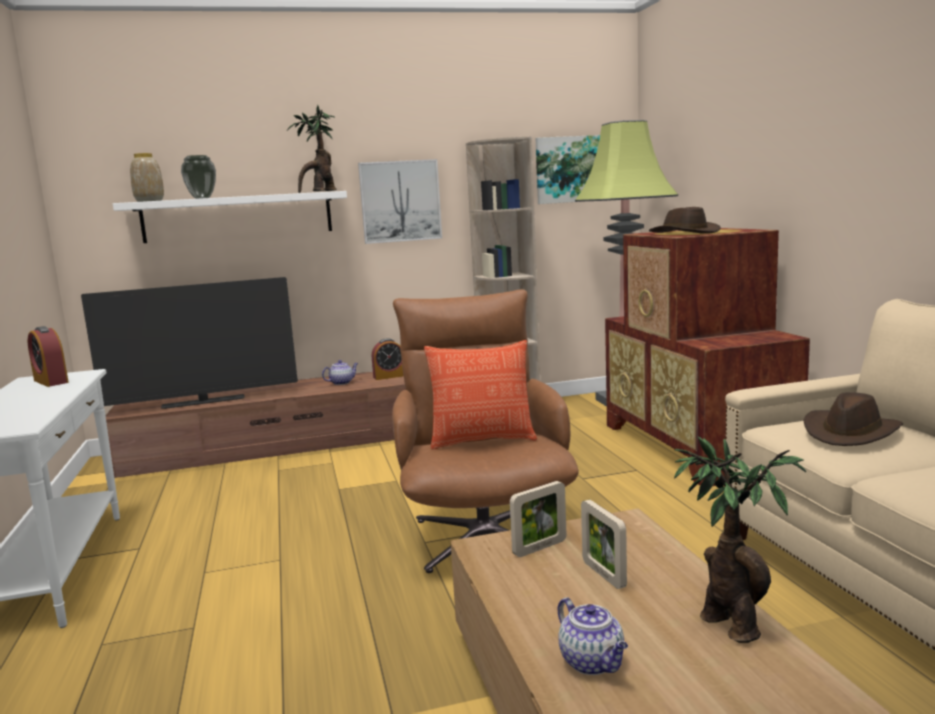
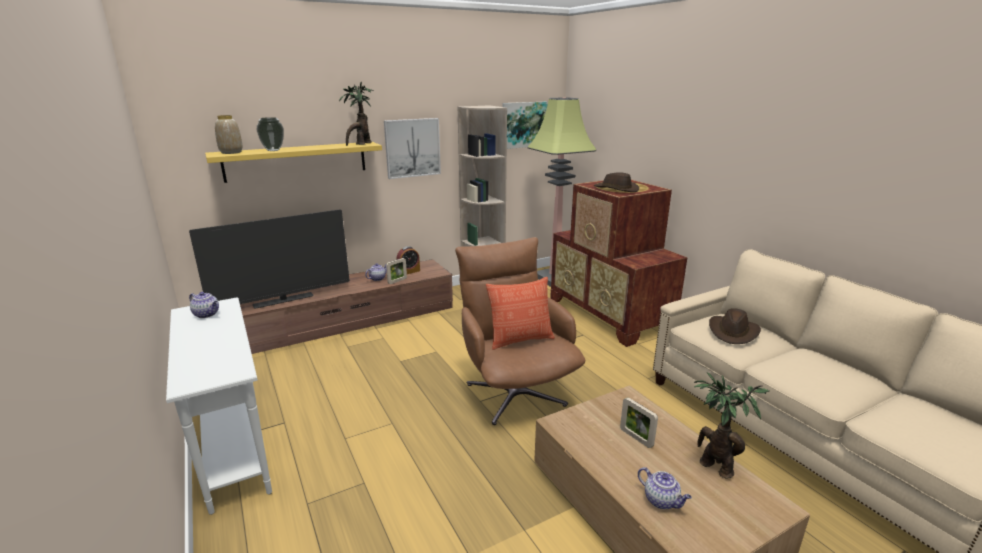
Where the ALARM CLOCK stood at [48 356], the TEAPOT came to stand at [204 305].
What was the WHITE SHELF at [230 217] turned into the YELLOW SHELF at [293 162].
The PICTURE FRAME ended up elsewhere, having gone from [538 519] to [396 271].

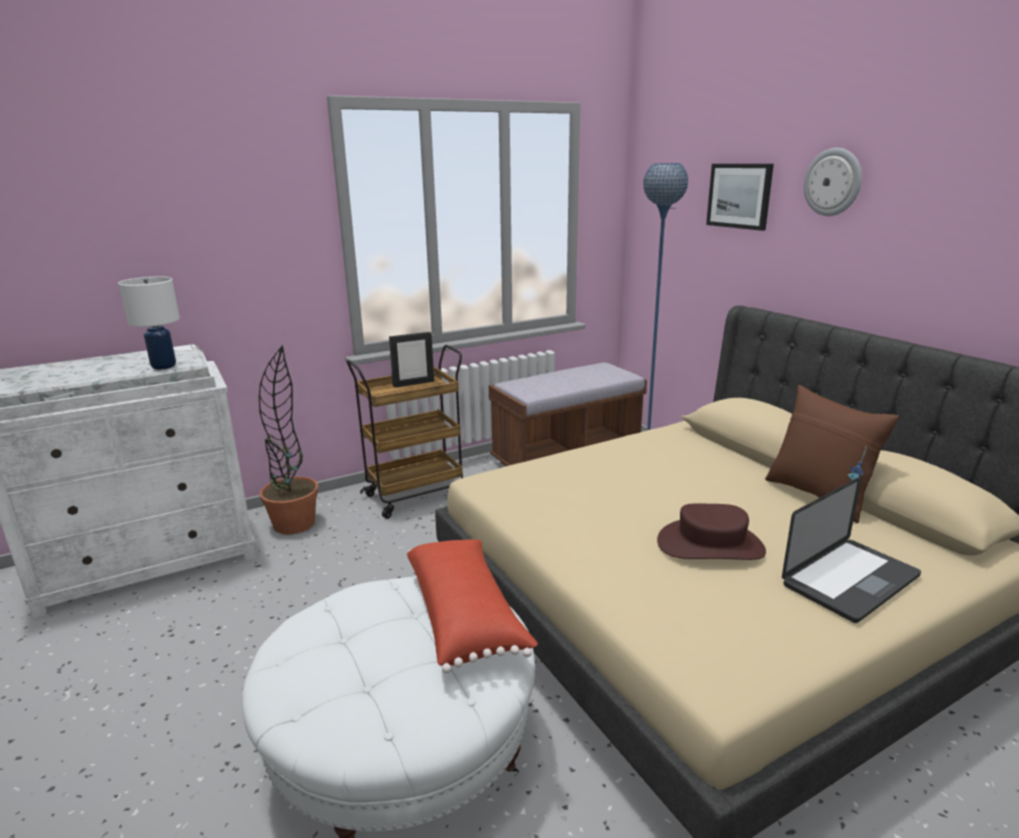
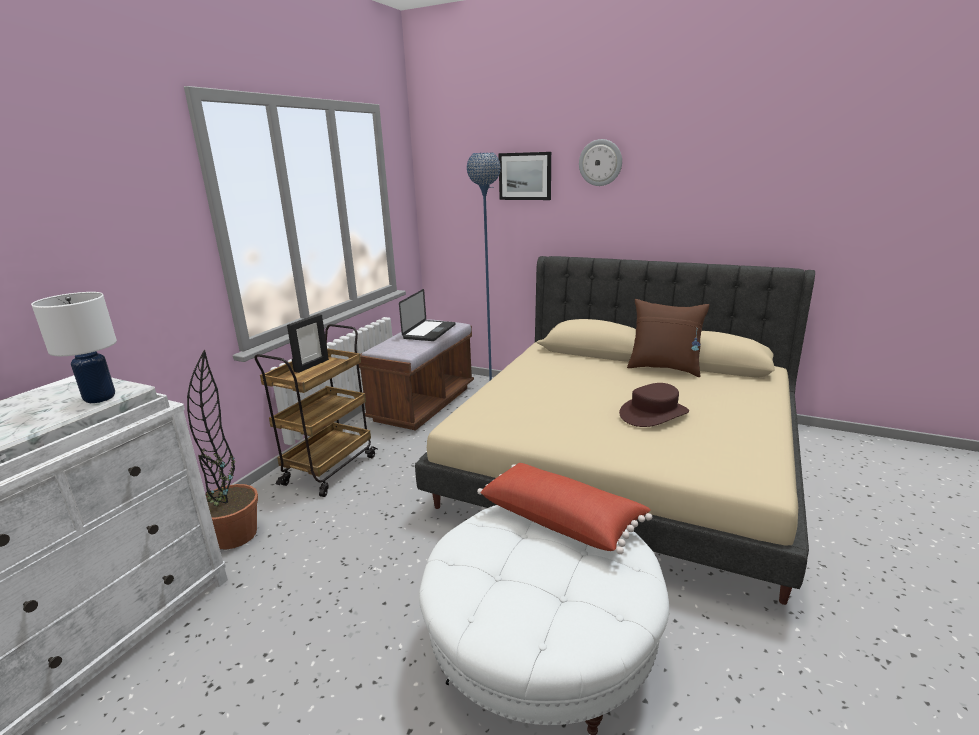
The LAPTOP ended up elsewhere, having gone from [851 550] to [427 315].

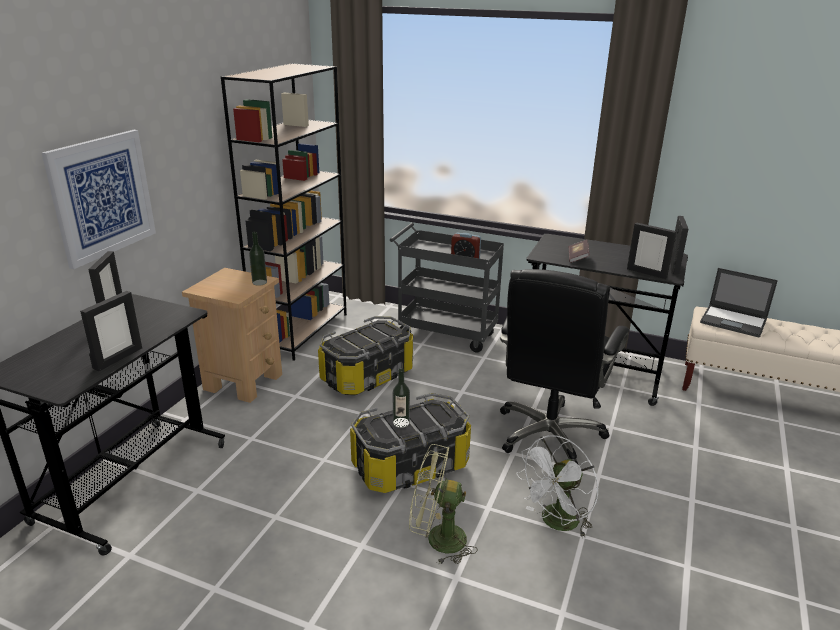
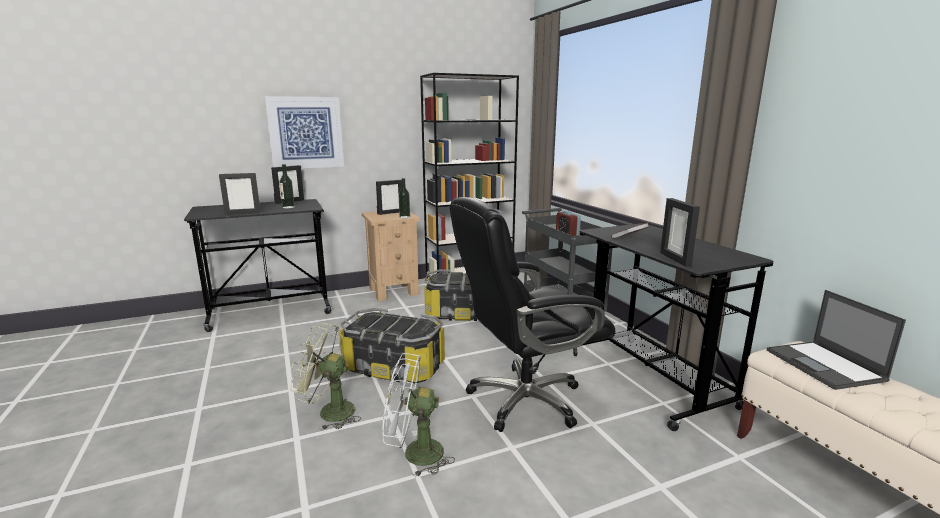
The BOTTLE ended up elsewhere, having gone from [401 398] to [287 186].
The GREEN FAN at [443 504] ended up facing another way, 45 degrees counterclockwise from before.
The PICTURE FRAME ended up elsewhere, having gone from [679 245] to [389 197].

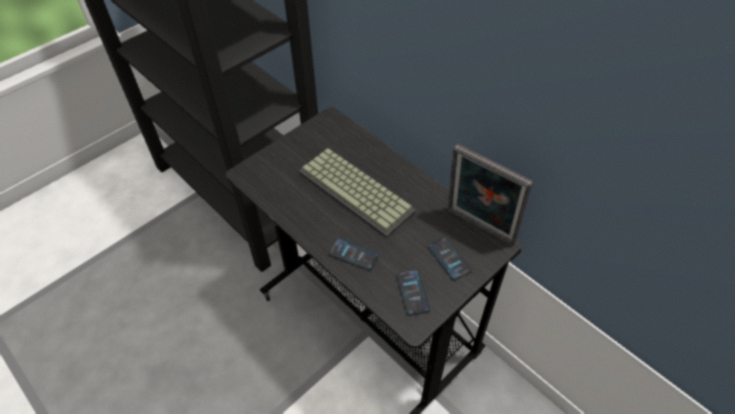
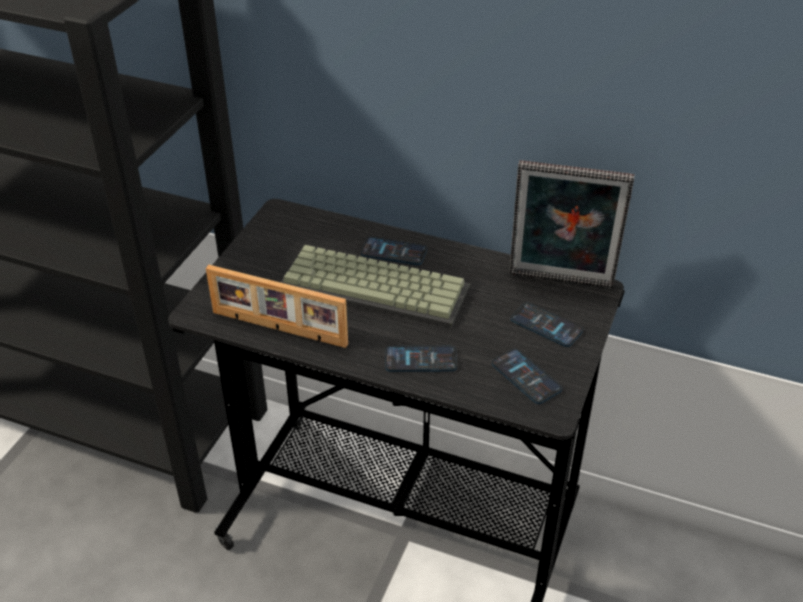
The second view gained the PICTURE FRAME at [277 306].
The second view gained the PHONE at [394 251].

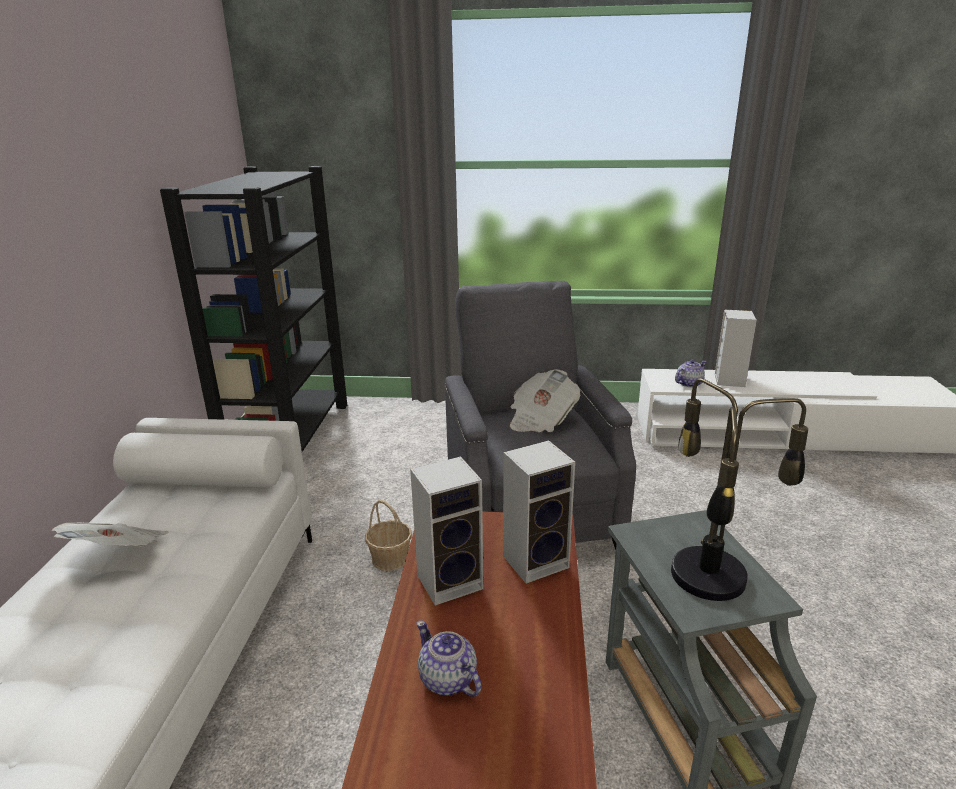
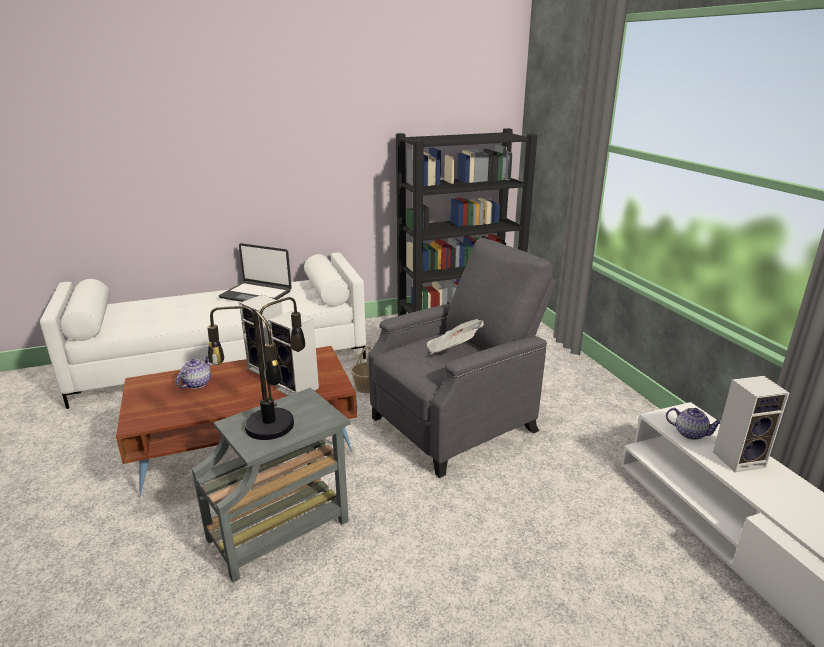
Where the NEWSPAPER stood at [110 534], the LAPTOP came to stand at [255 272].

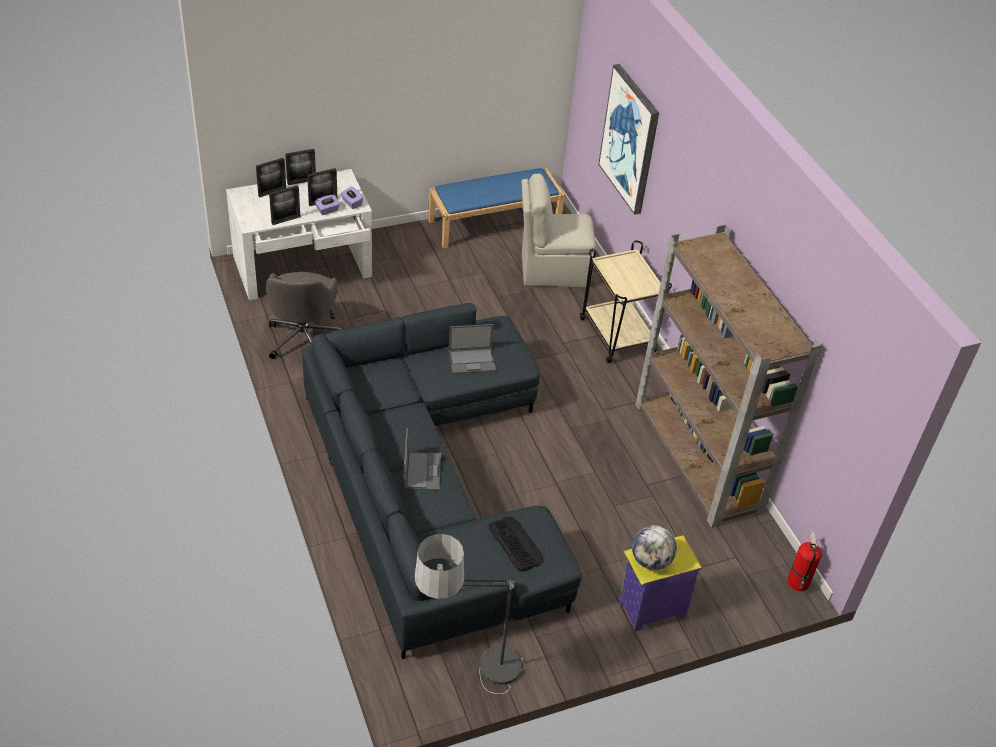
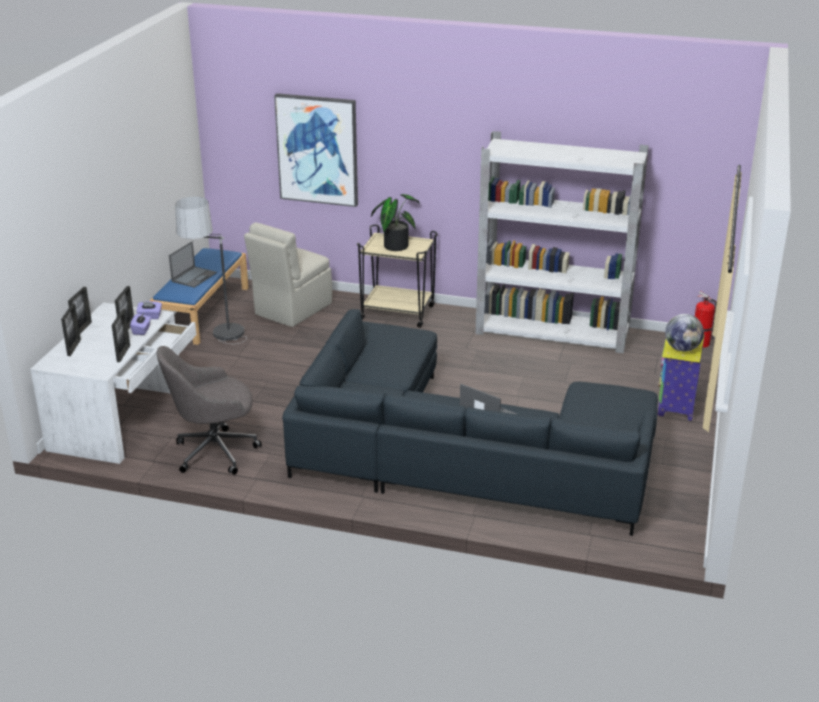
The GREY OFFICE CHAIR at [304 315] ended up facing another way, 120 degrees clockwise from before.
The LAPTOP ended up elsewhere, having gone from [472 349] to [193 264].
The FLOOR LAMP ended up elsewhere, having gone from [469 614] to [211 270].
The second view gained the POTTED PLANT at [395 222].
What was the BROWN BOOKCASE at [728 376] turned into the WHITE BOOKCASE at [562 242].
The second view lost the KEYBOARD at [516 544].

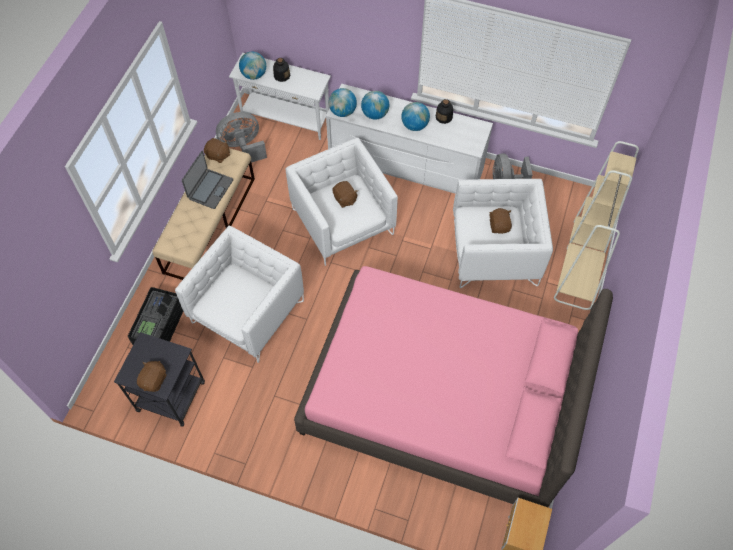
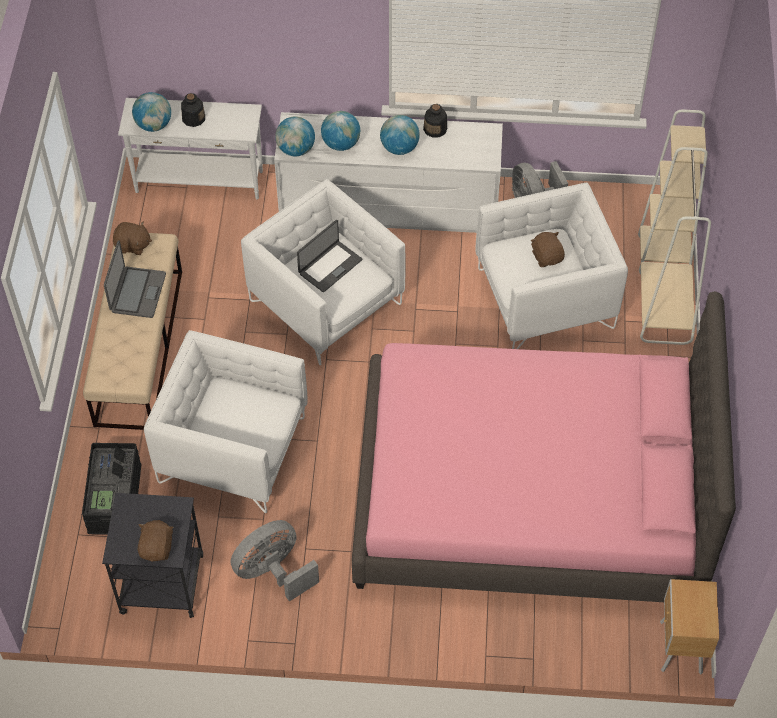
The WHITE ARMCHAIR at [239 294] ended up facing another way, 90 degrees counterclockwise from before.
The GREY FAN ended up elsewhere, having gone from [241 137] to [275 561].
Where the BROWN PLUSH TOY stood at [345 194], the LAPTOP came to stand at [329 256].

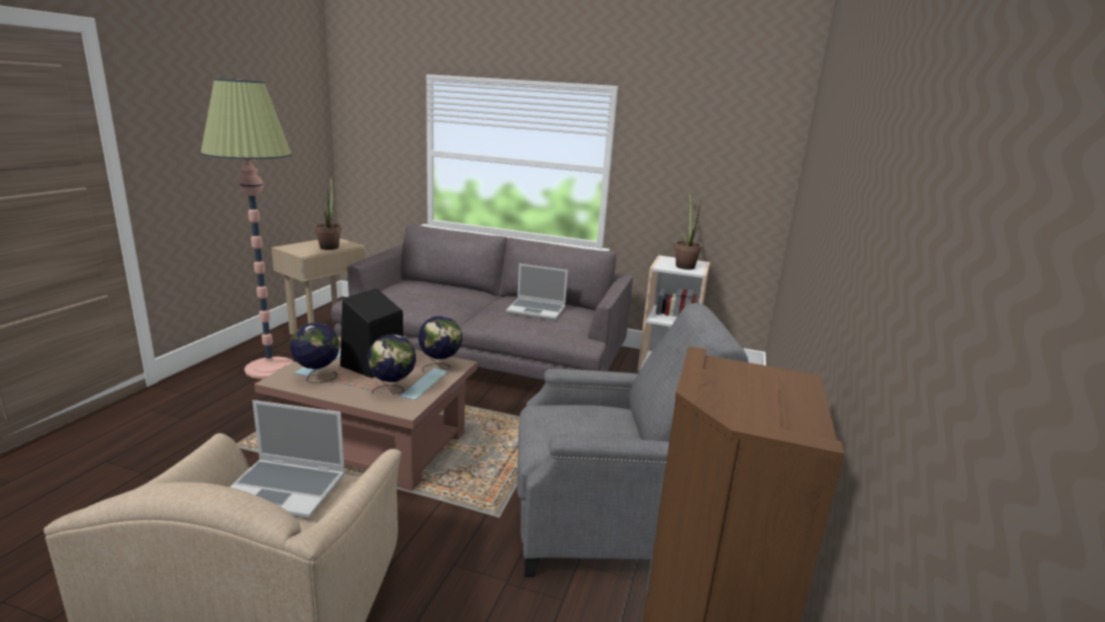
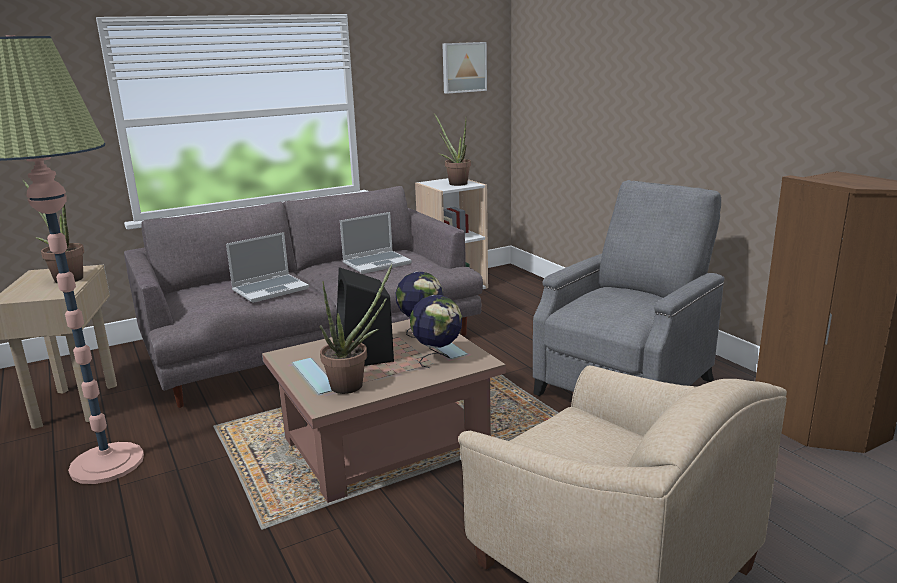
The LAPTOP ended up elsewhere, having gone from [287 459] to [267 267].
Where the GLOBE stood at [315 352], the POTTED PLANT came to stand at [355 329].
The second view gained the PICTURE at [464 68].

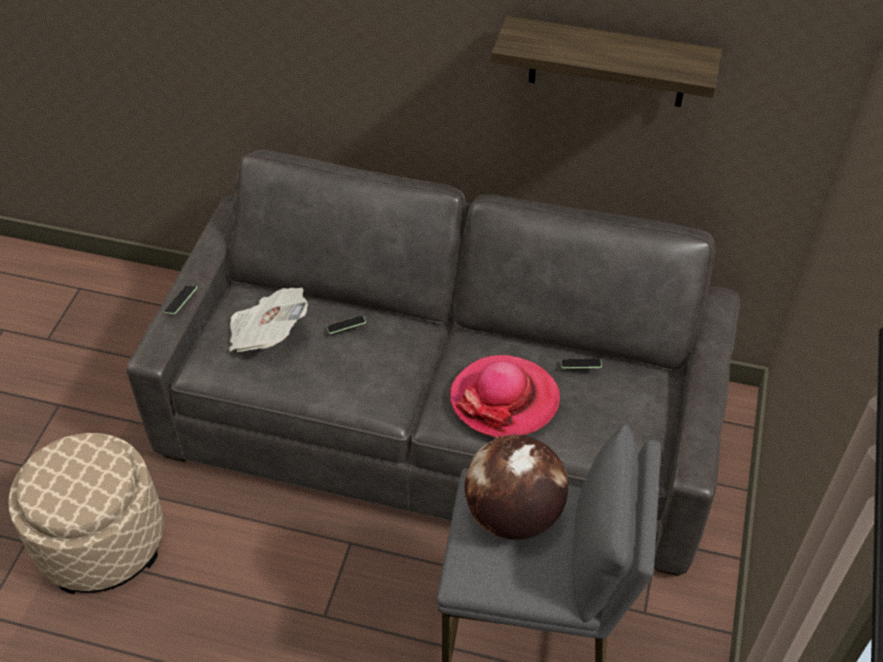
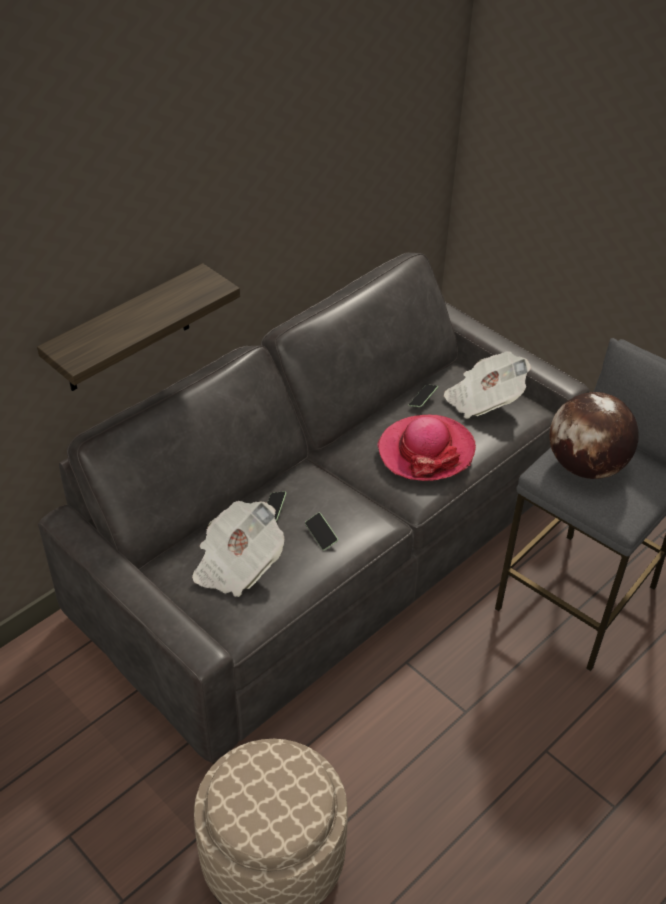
The SHELF ended up elsewhere, having gone from [606 61] to [138 327].
The PHONE ended up elsewhere, having gone from [181 299] to [321 531].
The second view gained the NEWSPAPER at [487 385].

